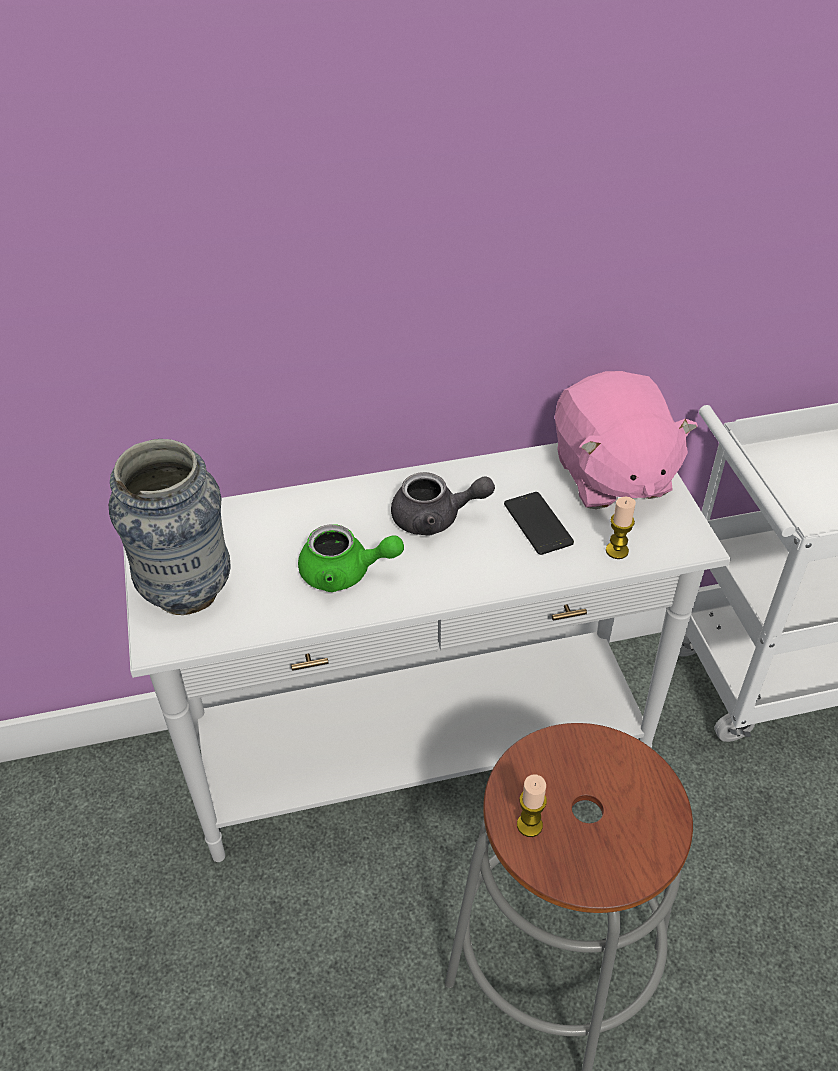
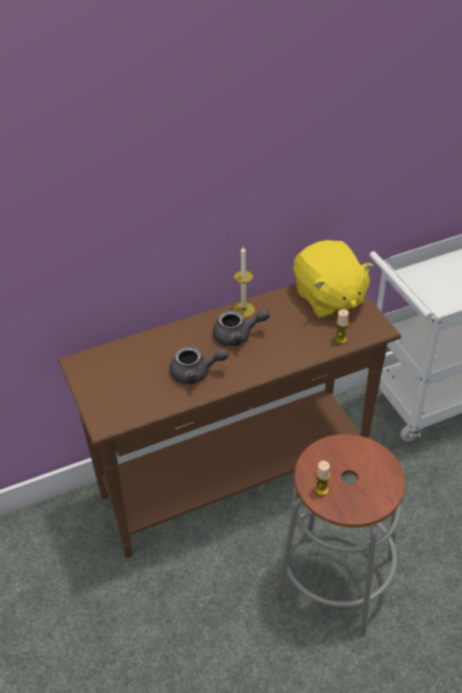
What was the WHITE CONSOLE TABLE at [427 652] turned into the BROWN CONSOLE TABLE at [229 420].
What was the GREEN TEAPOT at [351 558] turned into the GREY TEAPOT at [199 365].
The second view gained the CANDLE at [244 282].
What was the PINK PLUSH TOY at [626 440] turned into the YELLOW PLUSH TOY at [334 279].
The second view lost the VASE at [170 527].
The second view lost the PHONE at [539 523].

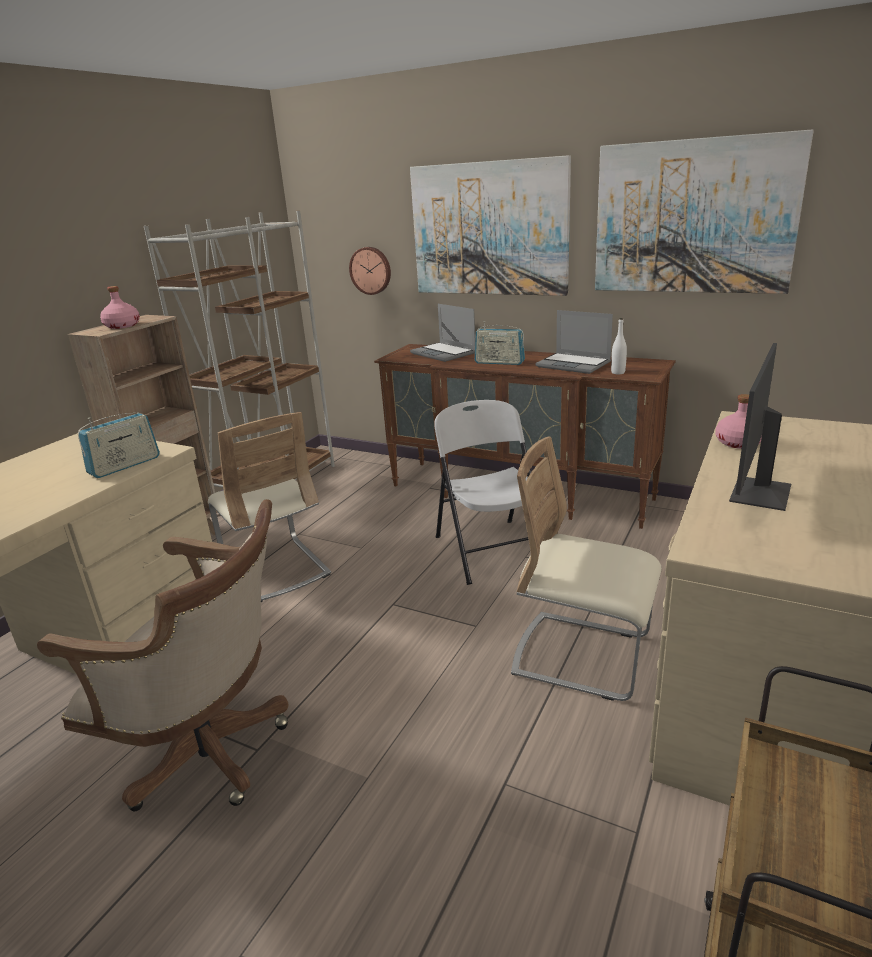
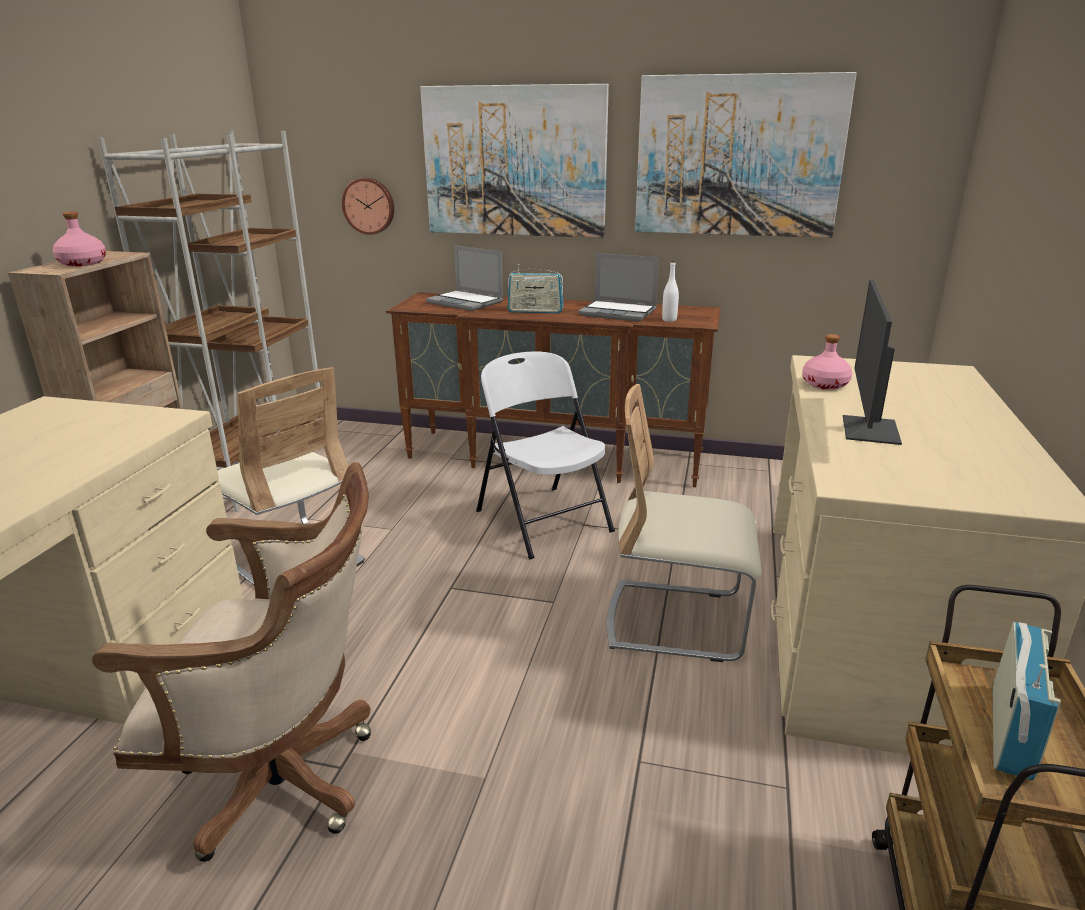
The RADIO ended up elsewhere, having gone from [119 445] to [1027 701].

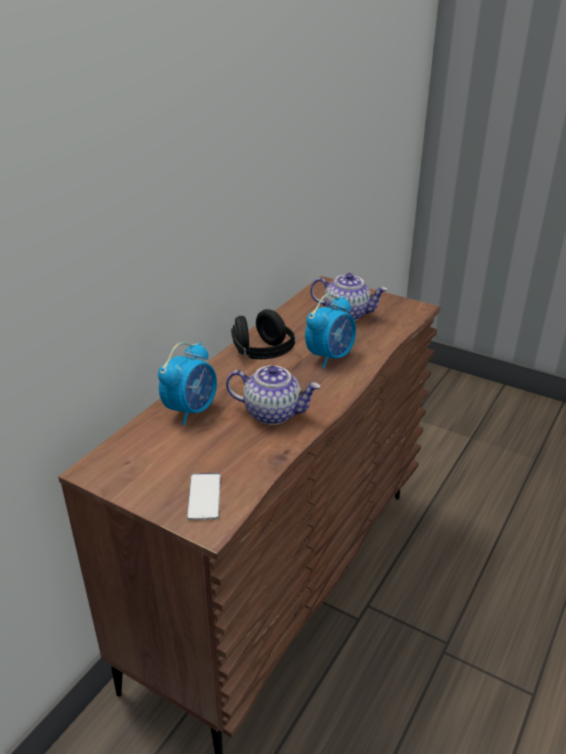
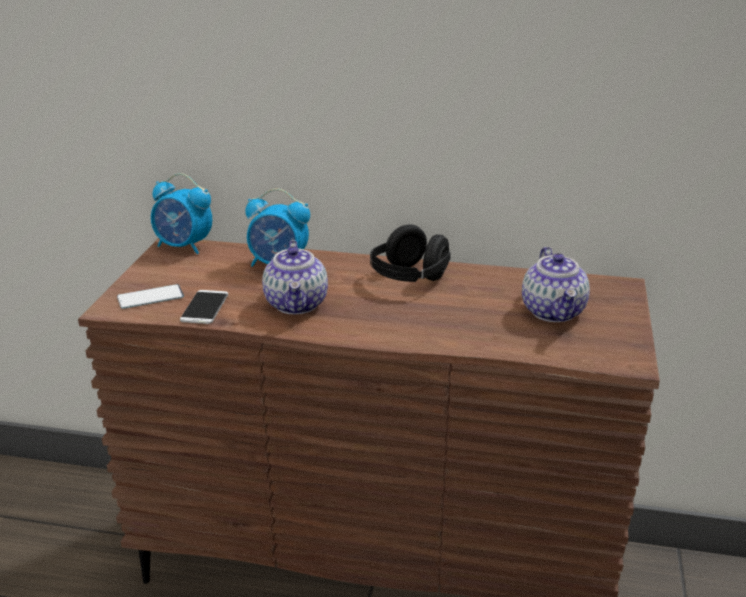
The ALARM CLOCK ended up elsewhere, having gone from [330 331] to [181 213].
The second view gained the PHONE at [204 307].

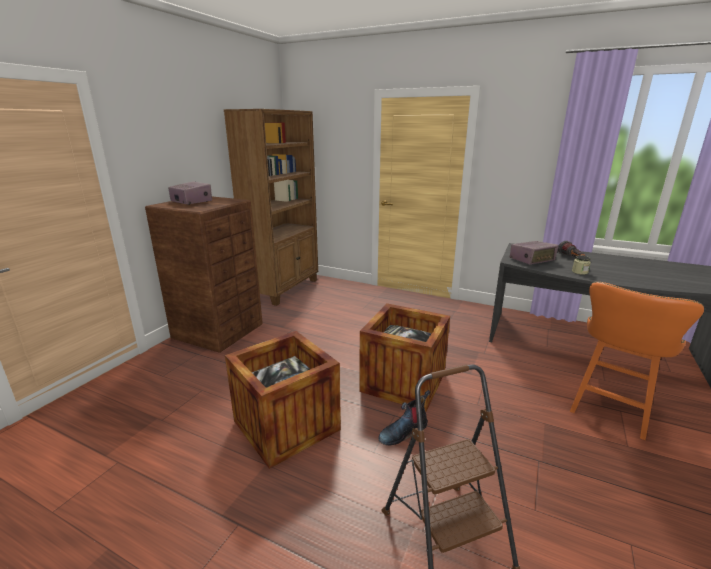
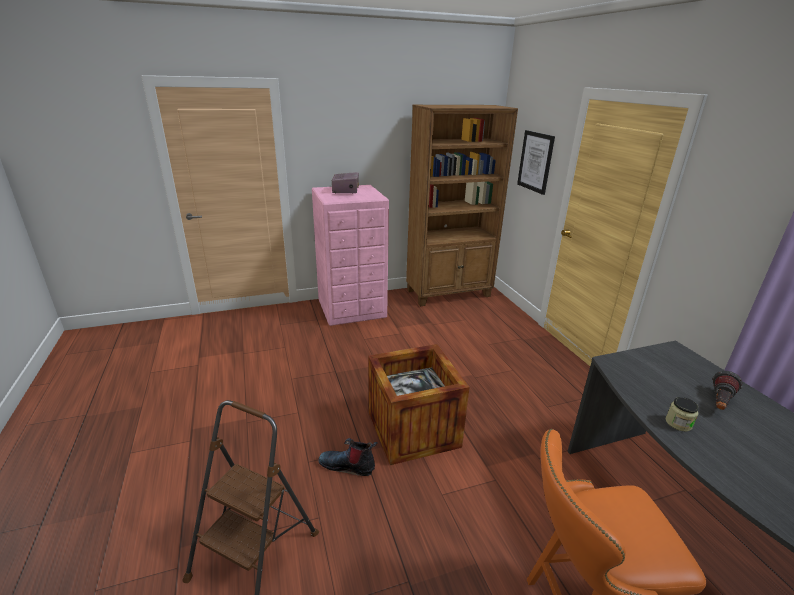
What was the BROWN DRESSER at [204 274] turned into the PINK DRESSER at [350 255].
The second view gained the PICTURE at [536 162].
The second view lost the CRATE at [283 400].
The second view lost the RADIO at [534 253].

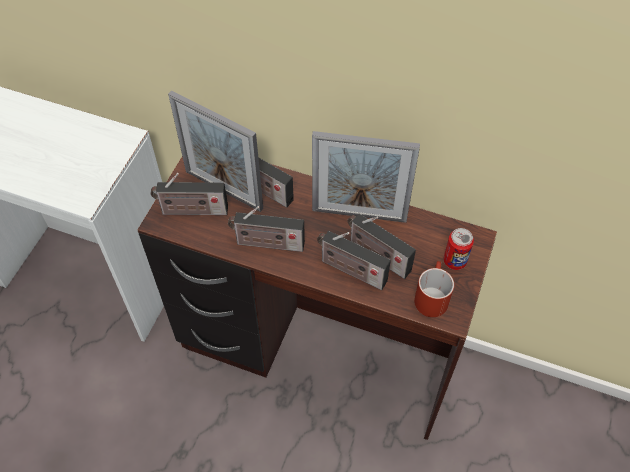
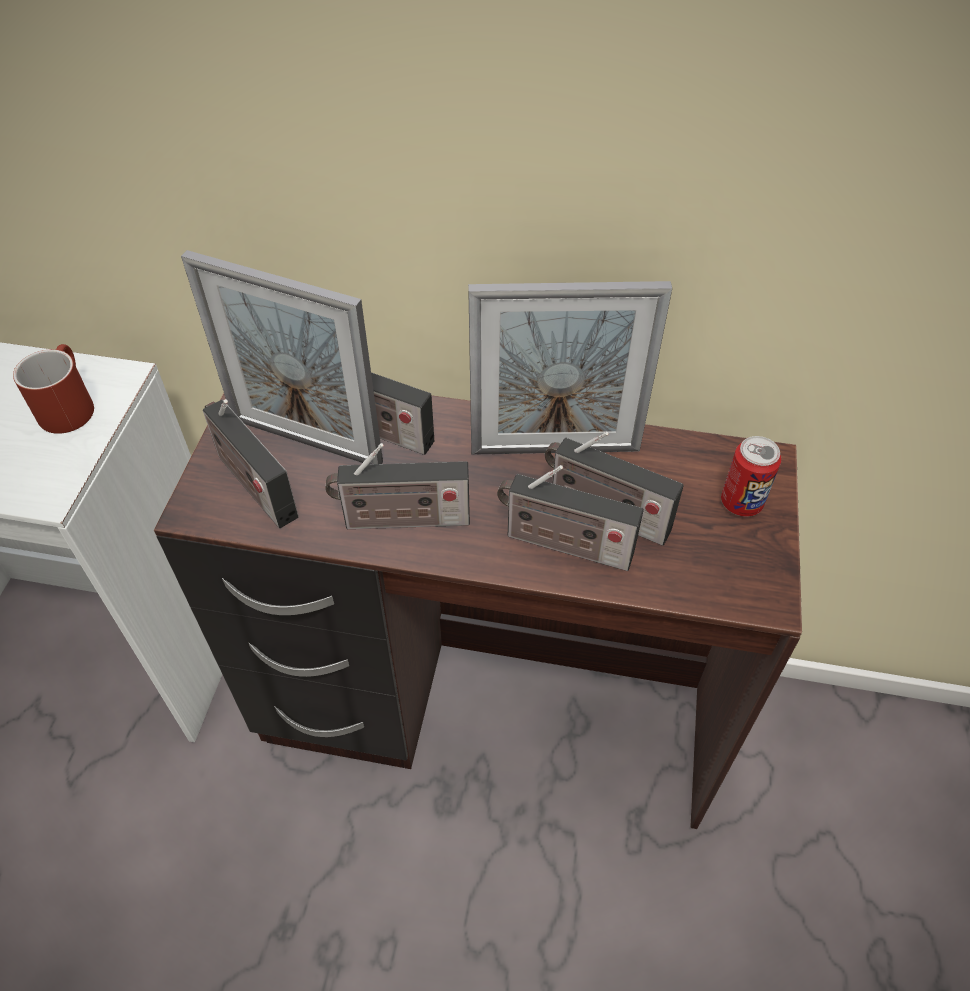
The RED MUG ended up elsewhere, having gone from [434 289] to [53 389].
The RADIO at [189 194] ended up facing another way, 60 degrees clockwise from before.

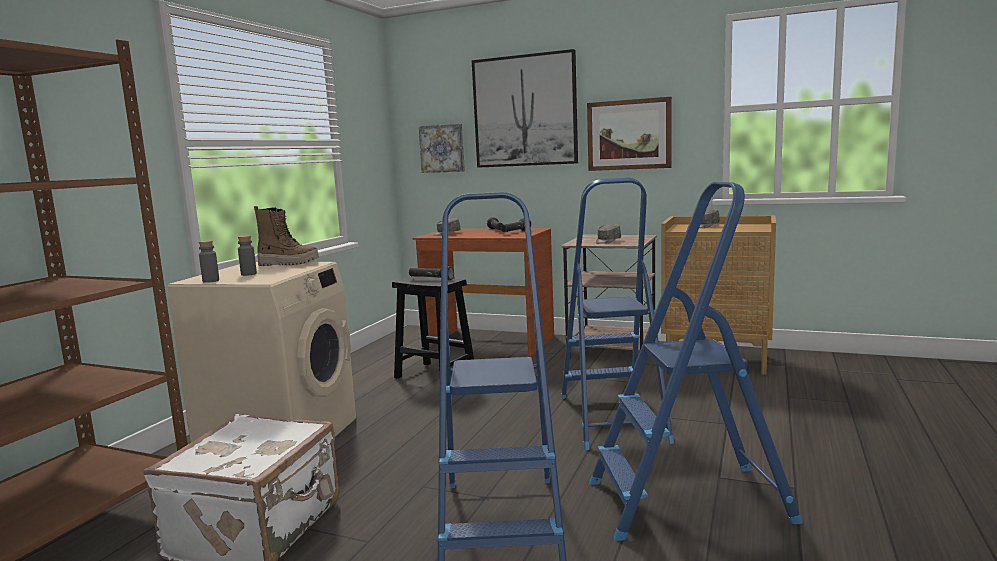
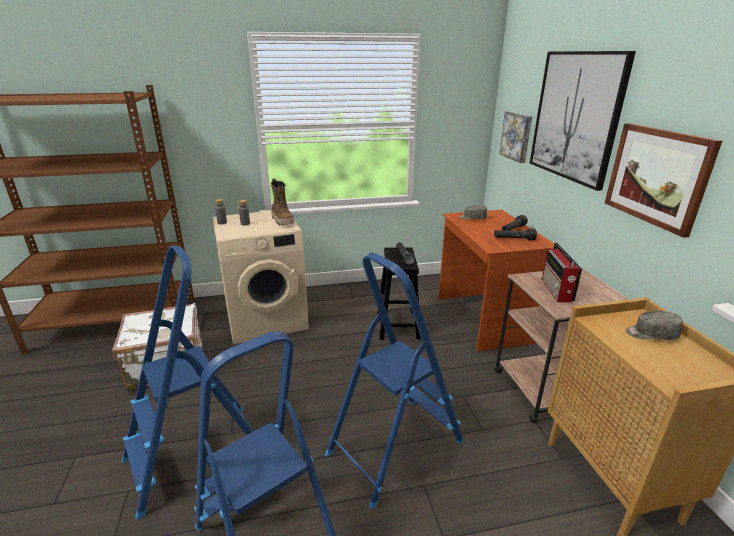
Where the GREY CAP stood at [608 234], the RADIO came to stand at [562 272].

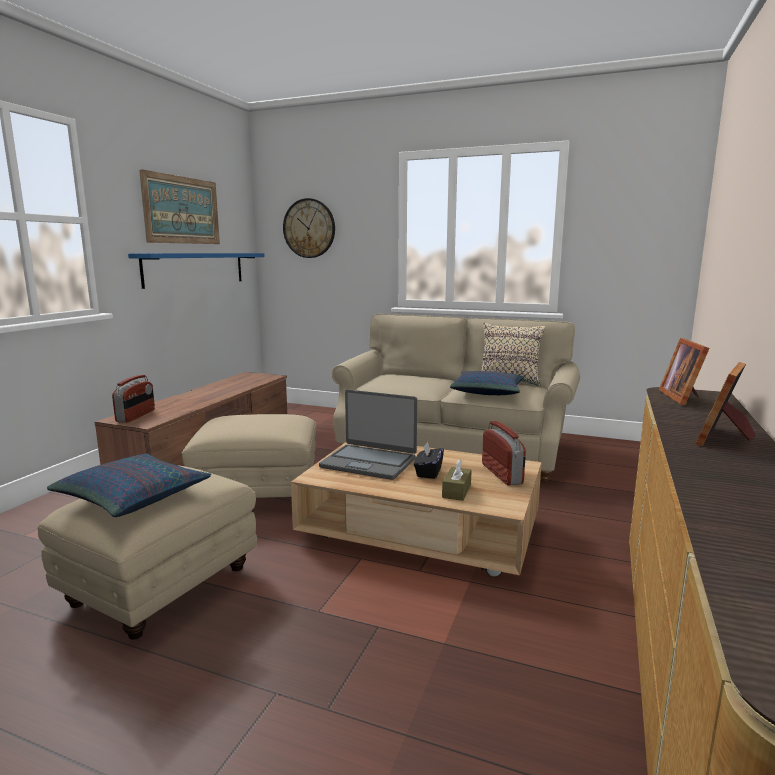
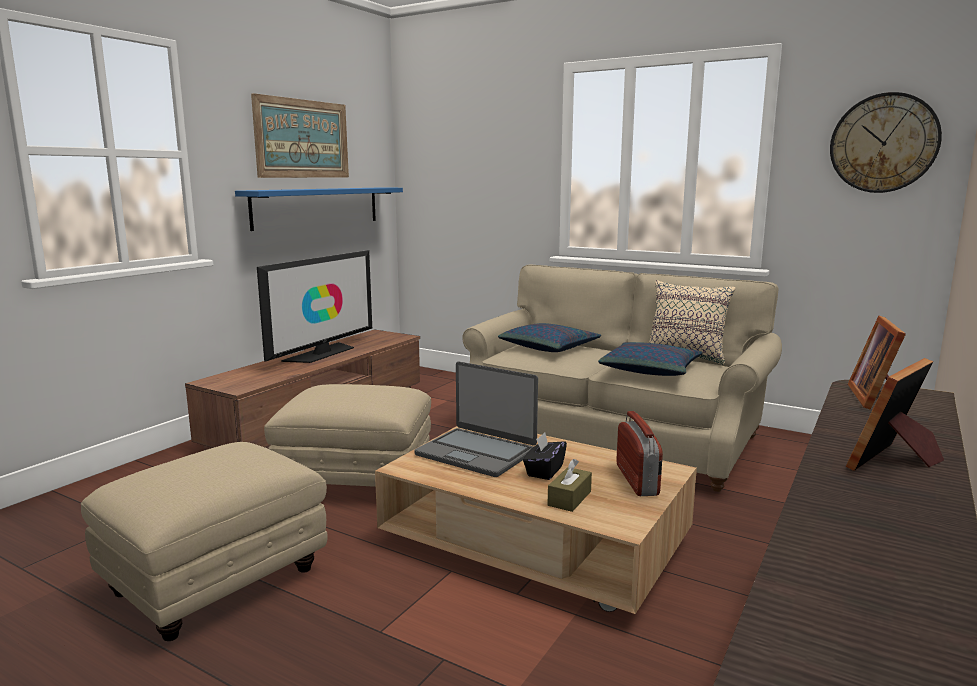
The second view gained the TELEVISION at [314 306].
The BLUE PILLOW ended up elsewhere, having gone from [129 485] to [549 337].
The WALL CLOCK ended up elsewhere, having gone from [309 228] to [886 142].
The second view lost the RADIO at [133 399].

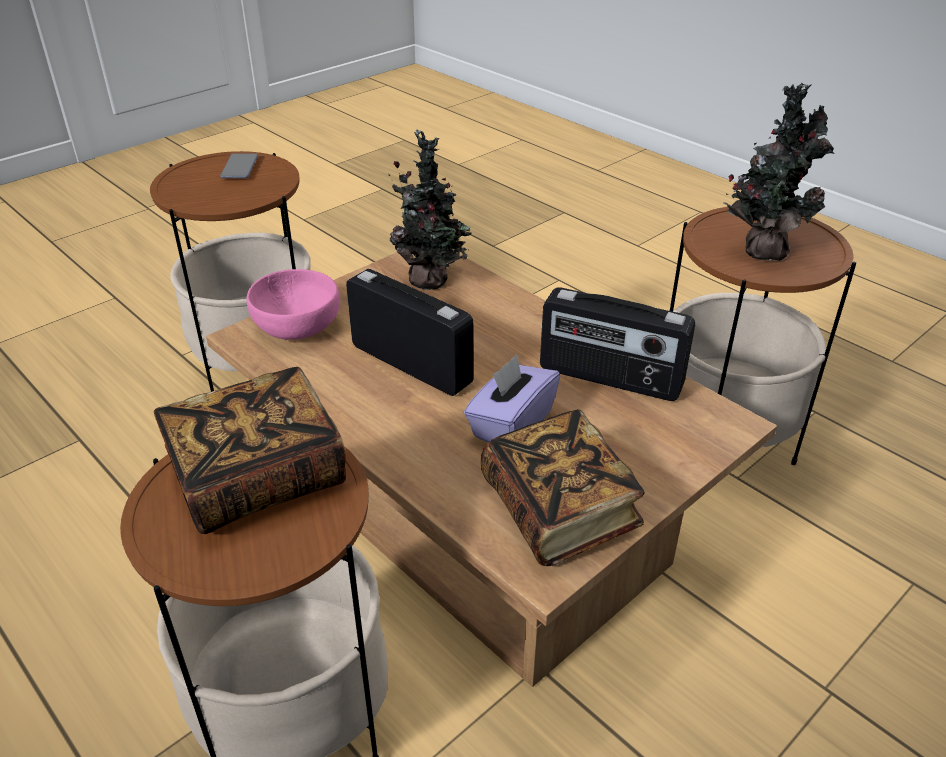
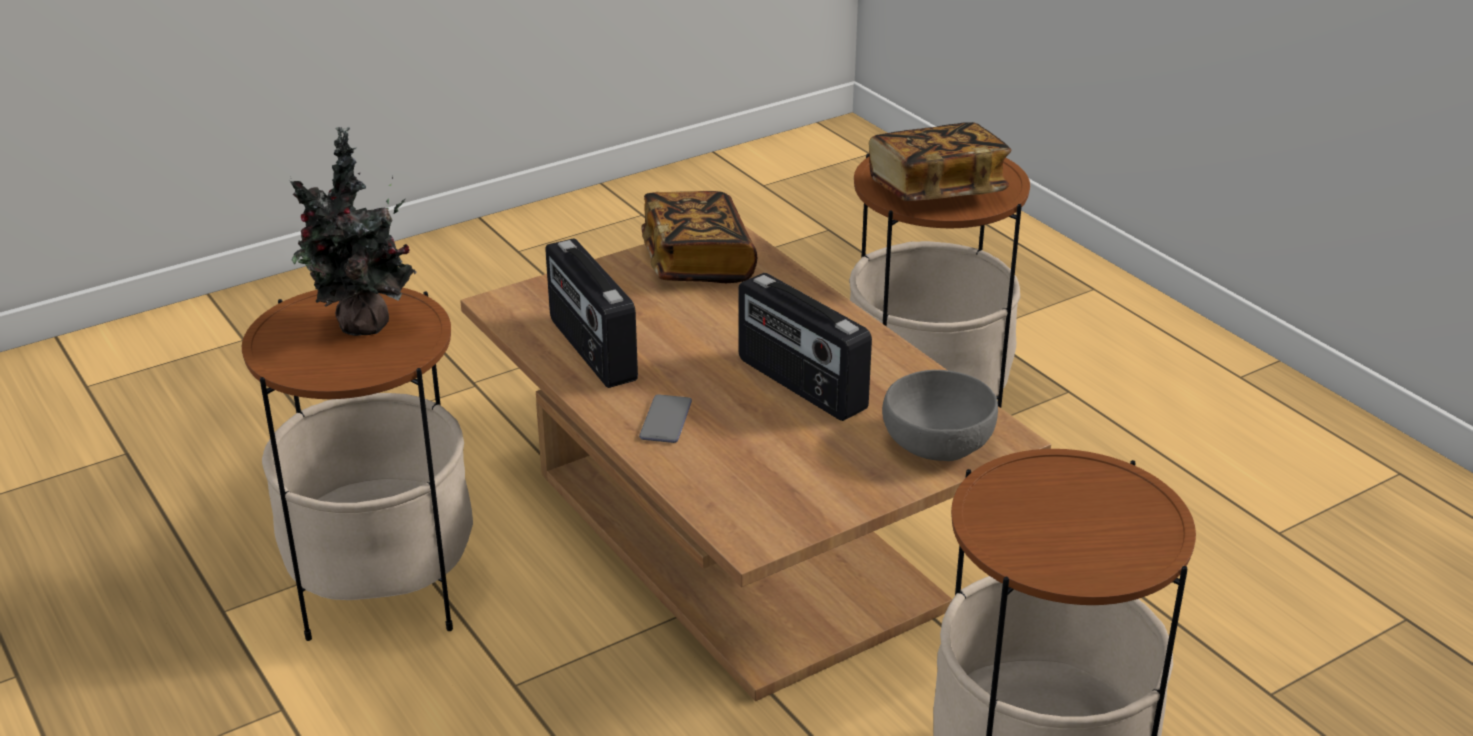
The RADIO at [617 344] ended up facing another way, 150 degrees counterclockwise from before.
The PHONE ended up elsewhere, having gone from [239 165] to [665 418].
What was the PINK BOWL at [293 304] turned into the GREY BOWL at [940 415].
The second view lost the POTTED PLANT at [430 210].
The second view lost the PURPLE TISSUE BOX at [512 398].

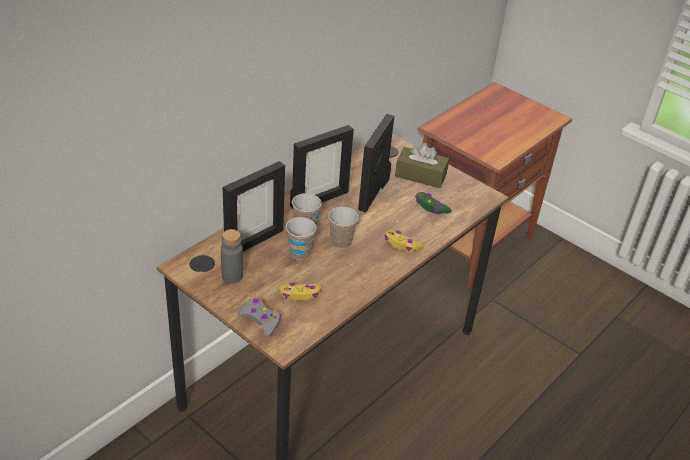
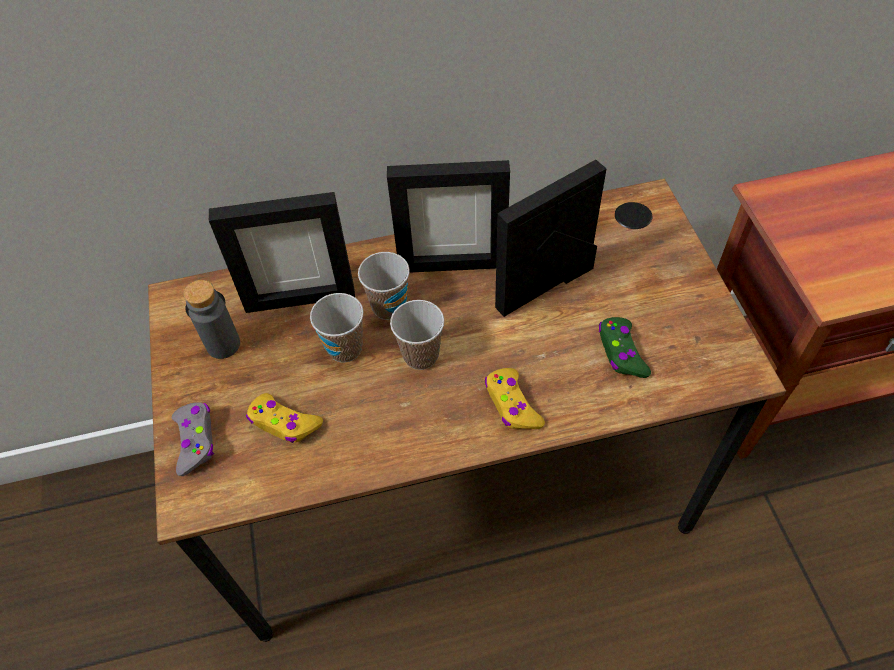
The second view lost the BROWN TISSUE BOX at [422 165].

